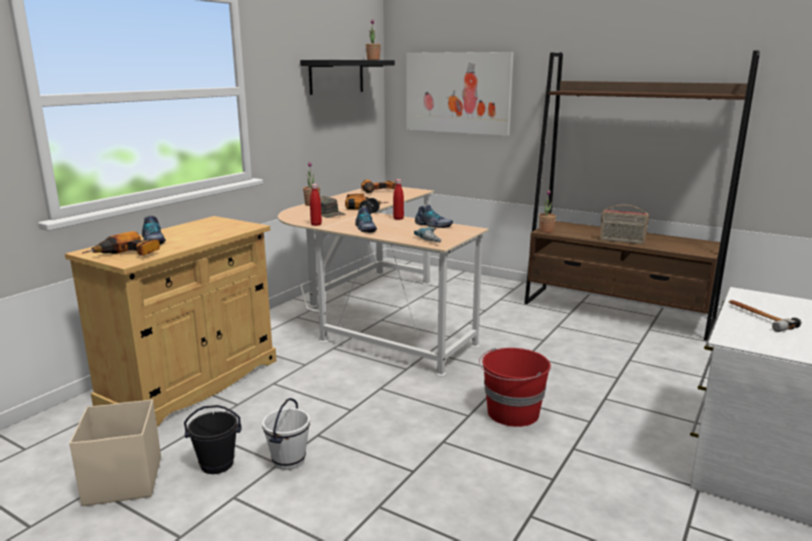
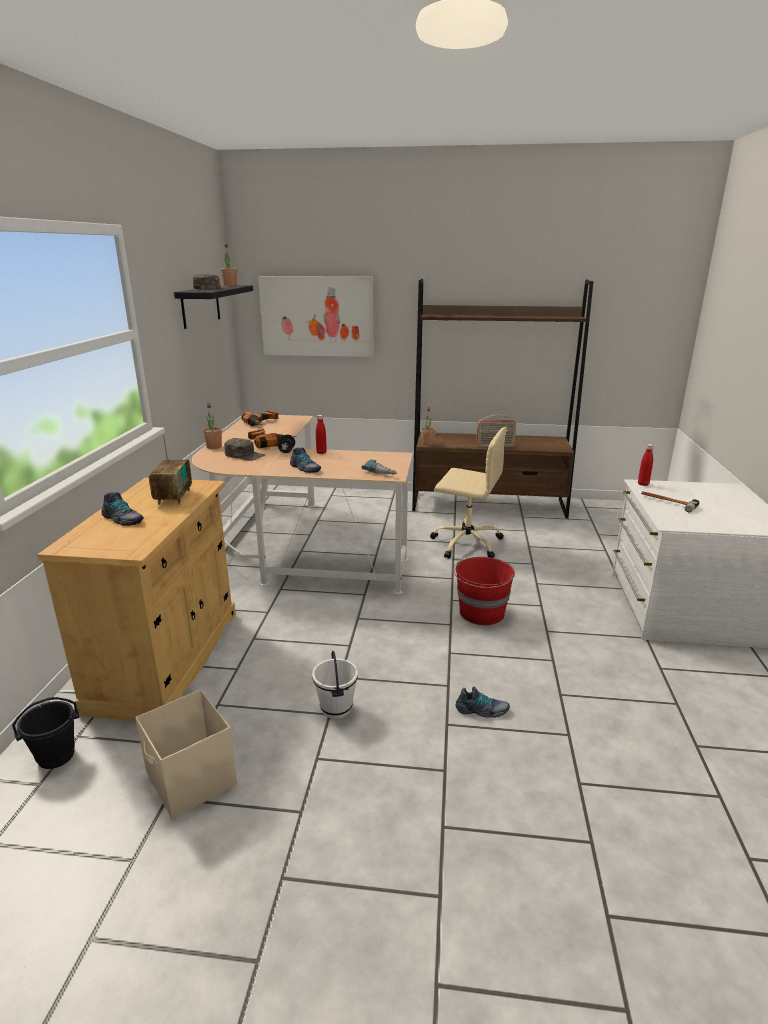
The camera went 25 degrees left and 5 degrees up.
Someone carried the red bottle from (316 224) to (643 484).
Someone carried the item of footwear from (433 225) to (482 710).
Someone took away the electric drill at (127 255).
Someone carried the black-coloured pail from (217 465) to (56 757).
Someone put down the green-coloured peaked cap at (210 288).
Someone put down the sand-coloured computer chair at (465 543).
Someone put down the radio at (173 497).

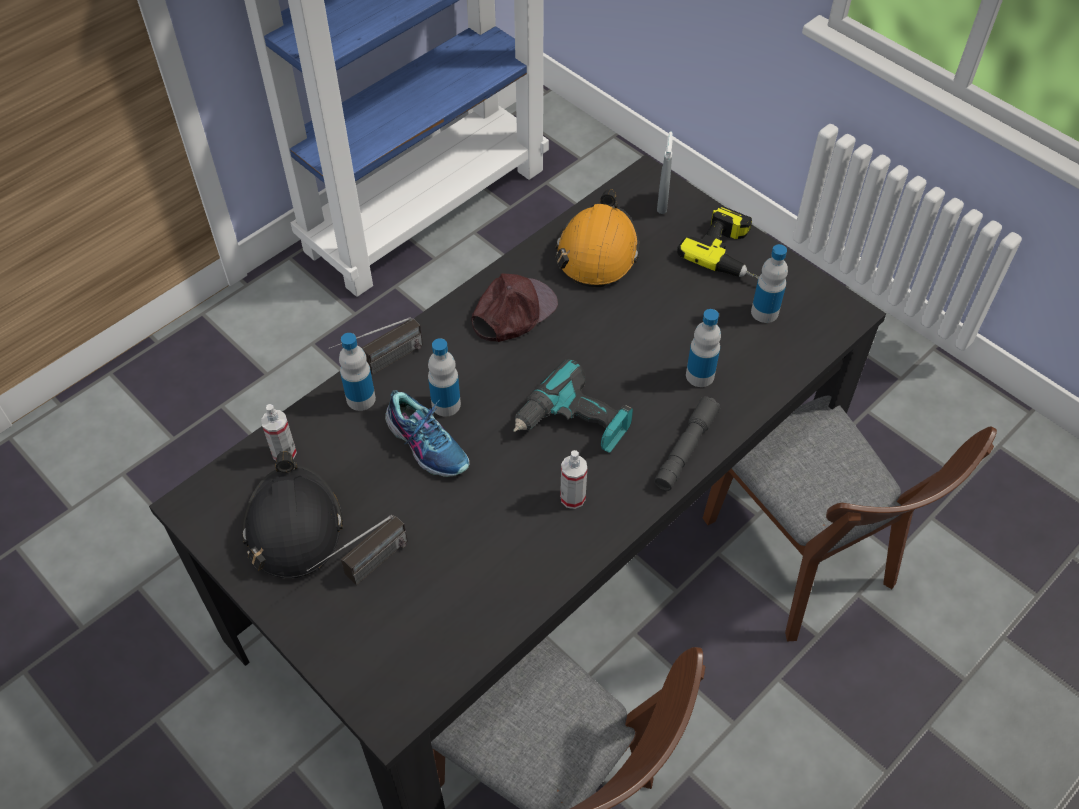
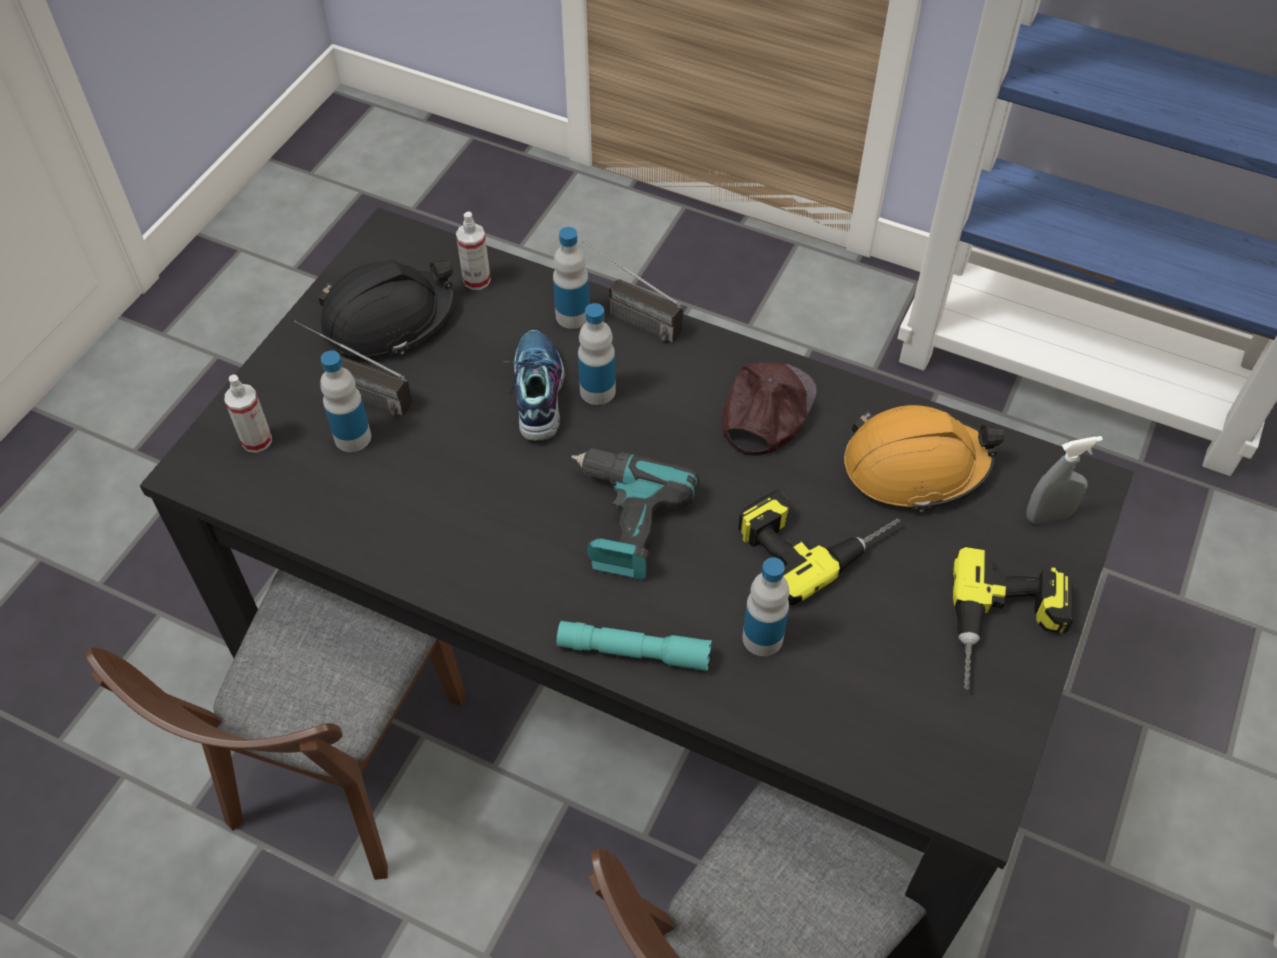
The camera went 70 degrees right and 0 degrees up.
Someone carried the bottle from (764 312) to (352 437).
Someone rotated the brown-coloured peaked cap at (513 311) by 90 degrees counterclockwise.
Someone rotated the item of footwear at (428 443) by 150 degrees clockwise.
Someone repainted the greyish flashlight at (685 449), which became the turquoise-coloured flashlight at (633 652).
Someone carried the hand sprayer from (572 498) to (257 440).
Someone put down the electric drill at (814 537).

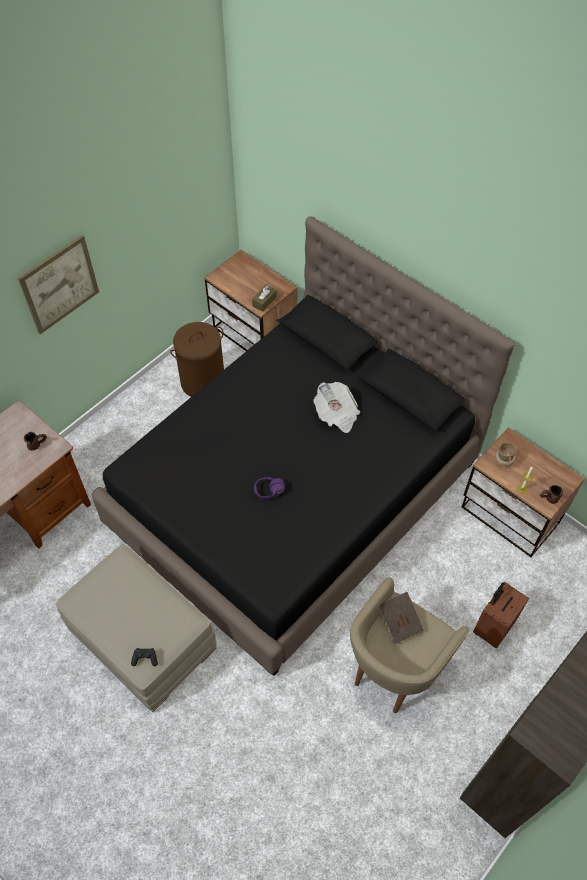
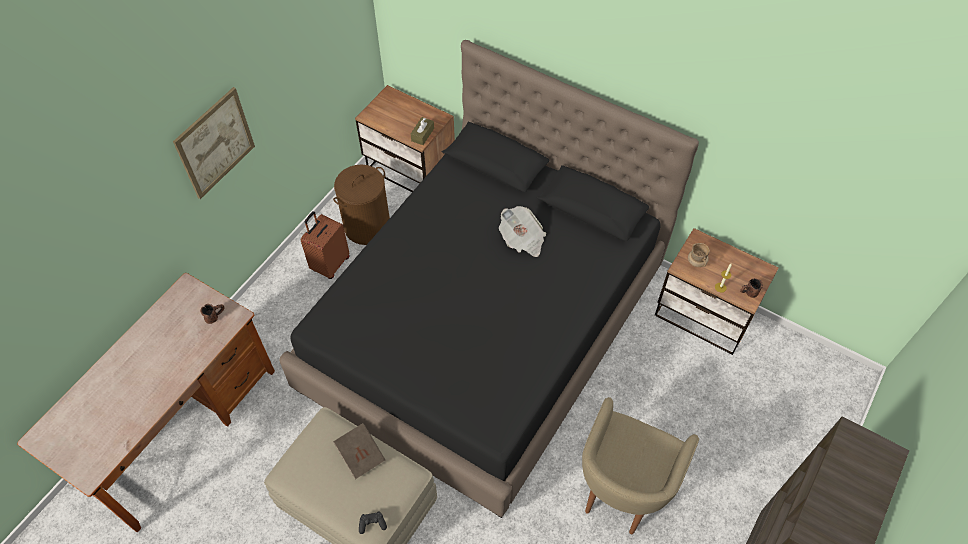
The camera went 10 degrees left and 0 degrees up.
Someone took away the purple-coloured headphones at (270 495).
Someone carried the brown-coloured travel case from (492 627) to (330 264).
Someone carried the brown-coloured bound book from (399 622) to (360 455).

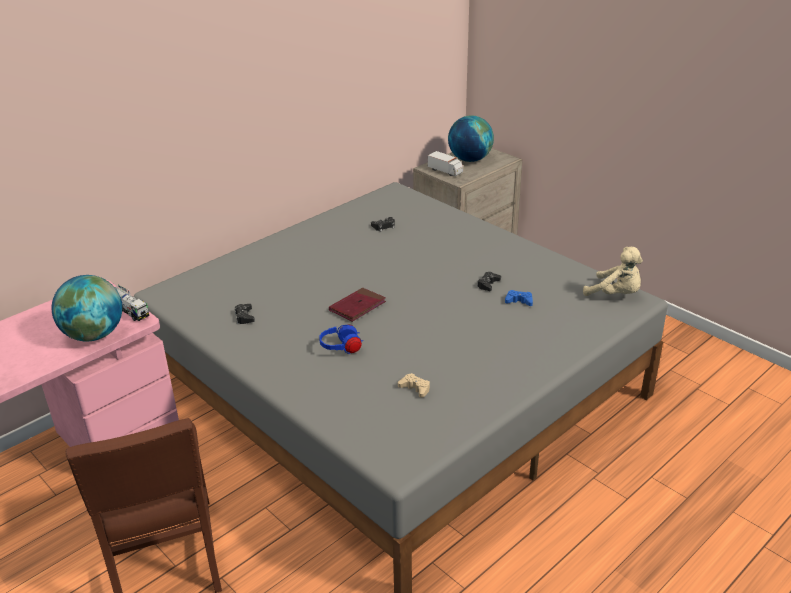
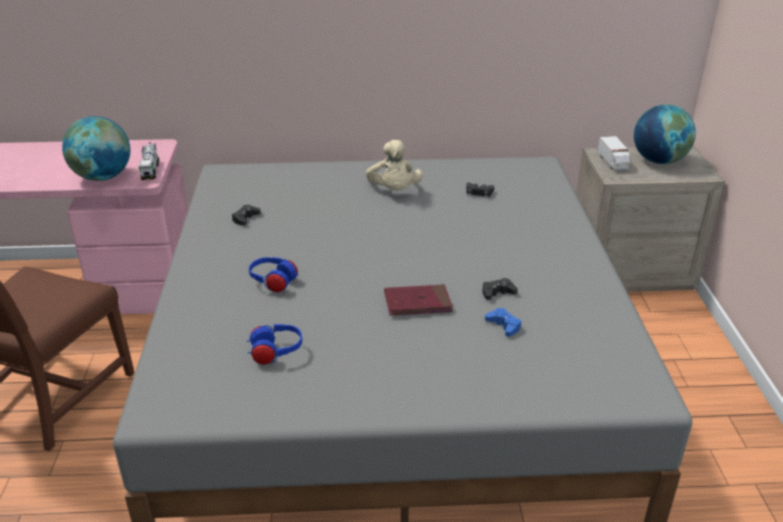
The camera went 40 degrees right and 0 degrees up.
Someone carried the sand-coloured plush toy from (616 294) to (394 191).
Someone carried the red bound book from (357 307) to (417 303).
Someone swapped the sand-coloured game controller at (415 388) for the blue-coloured headphones at (275 353).

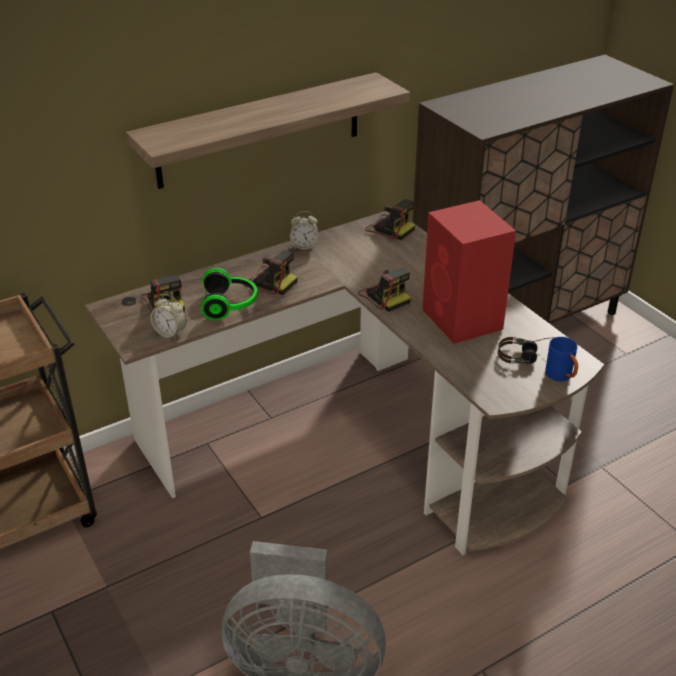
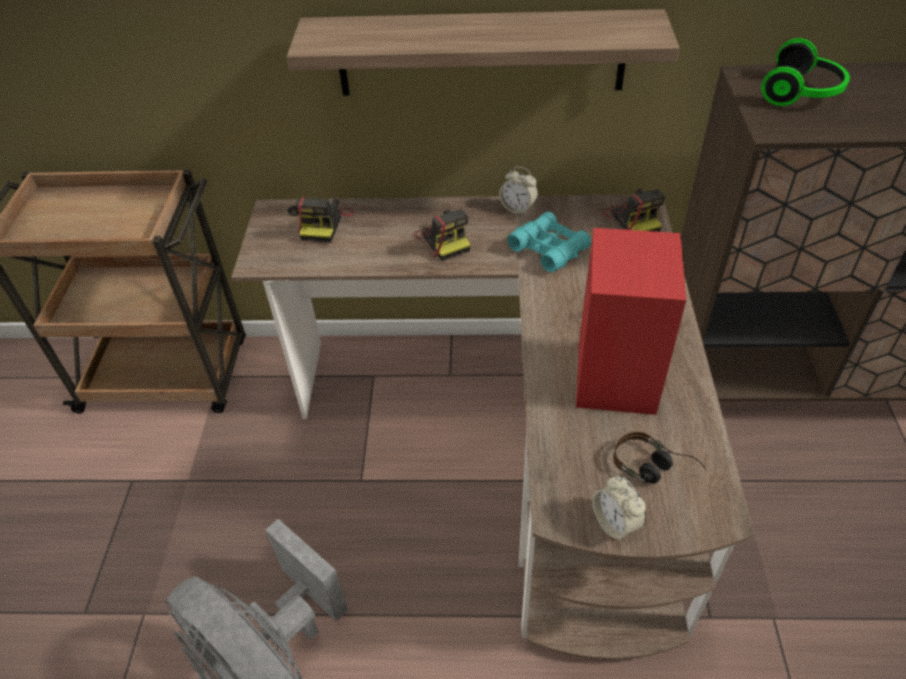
The camera went 35 degrees right and 10 degrees up.
Someone carried the headphones from (230 305) to (802 93).
Someone took away the still camera at (384 296).
Someone carried the alarm clock from (170 333) to (615 523).
Someone took away the blue-coloured coffee mug at (561 376).
Someone put down the turquoise-coloured binoculars at (548 249).

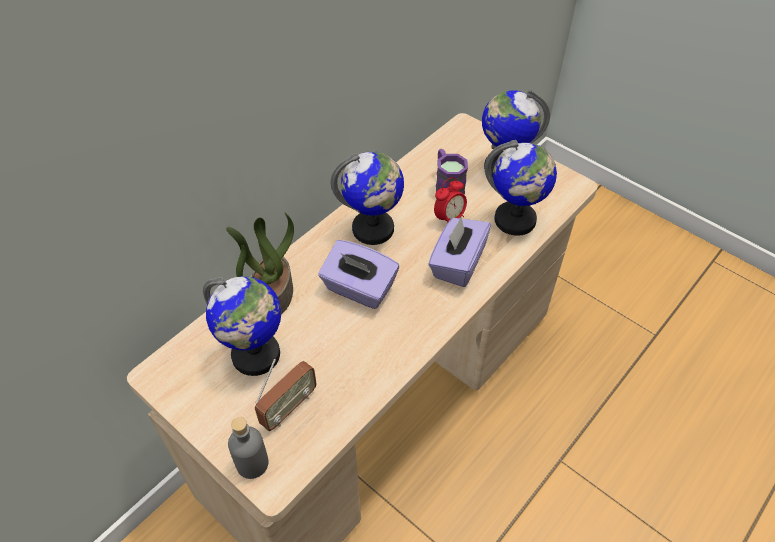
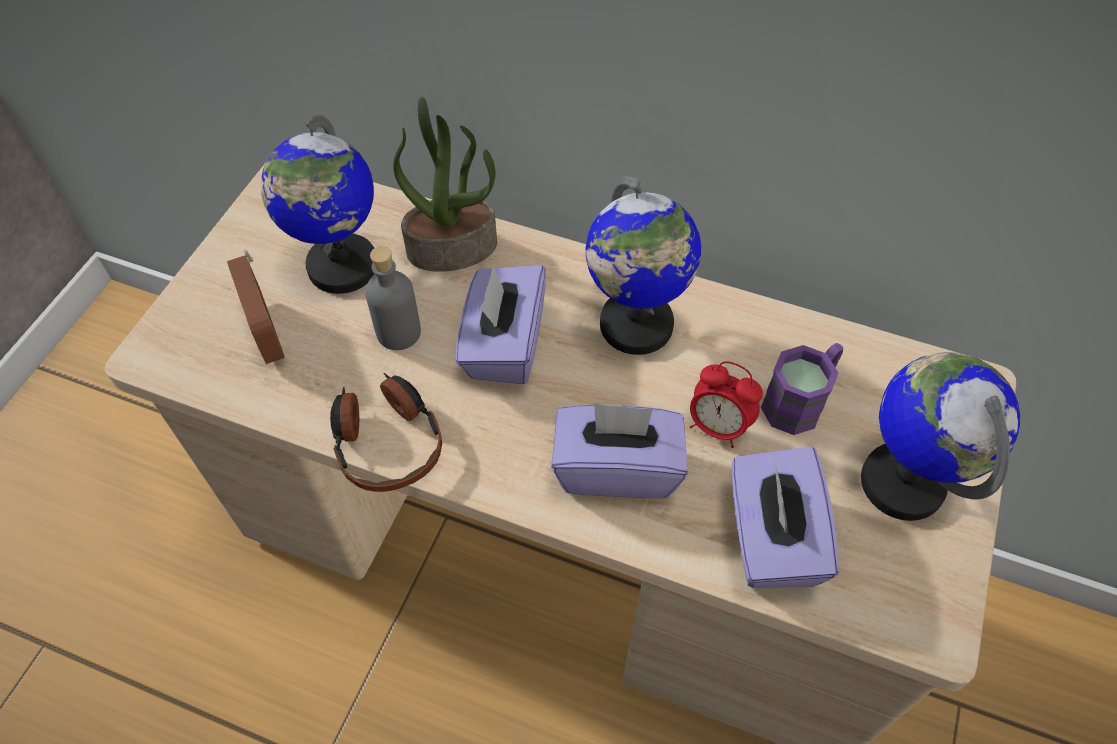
The camera went 70 degrees right and 5 degrees up.
Someone swapped the globe at (515 220) for the purple-coloured tissue box at (770 538).
Someone rotated the radio at (288 407) by 45 degrees clockwise.
Someone carried the greyish bottle from (252 463) to (399 332).
Someone put down the headphones at (387 441).

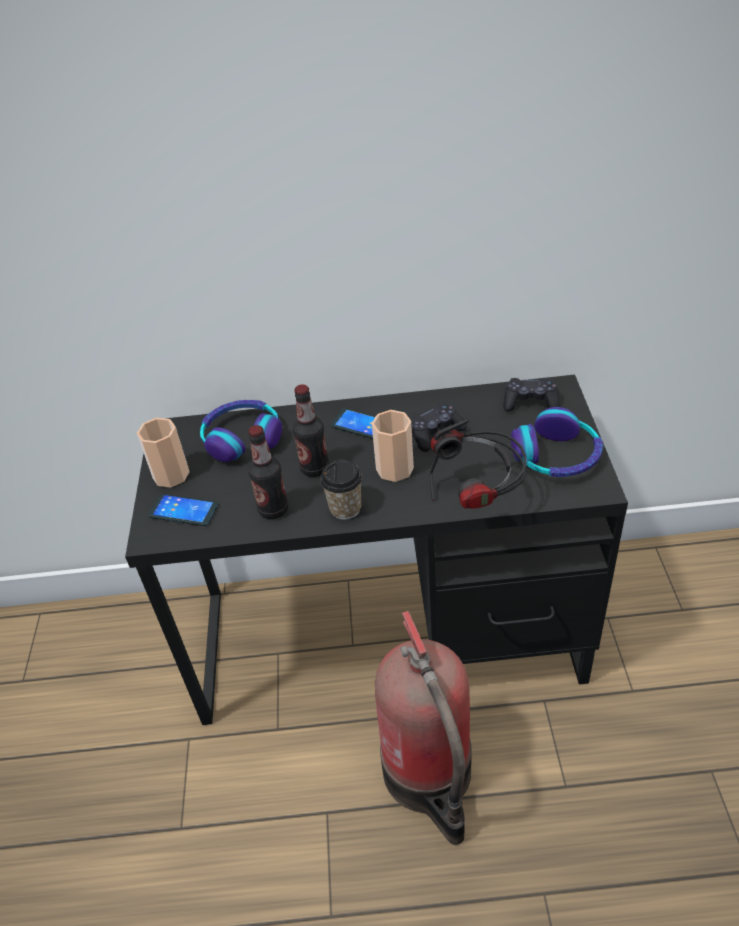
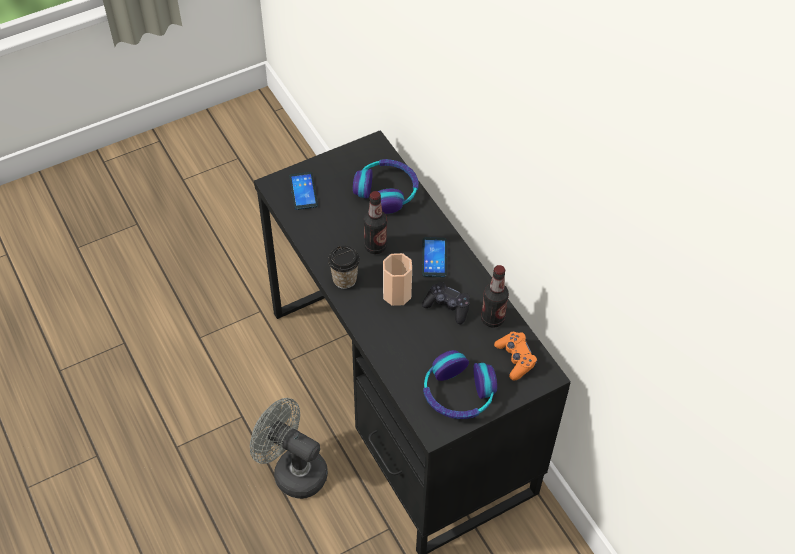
The camera went 60 degrees right and 10 degrees up.
Someone repainted the black-coloured game controller at (530 402), which became the orange-coloured game controller at (515 359).
Someone took away the cup at (171 475).
Someone took away the headphones at (478 501).
Someone carried the bottle from (273 509) to (492 319).
Someone swapped the extinguisher at (430 777) for the greyish fan at (292 470).

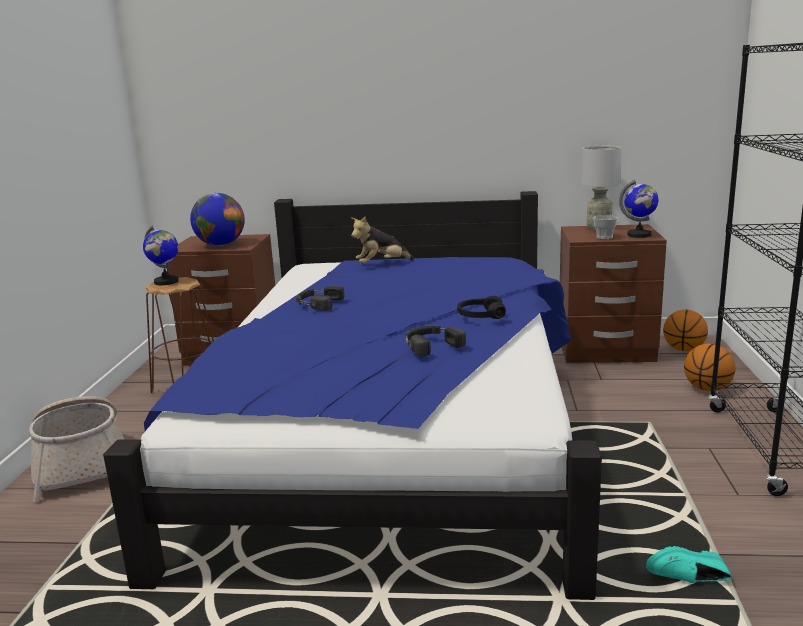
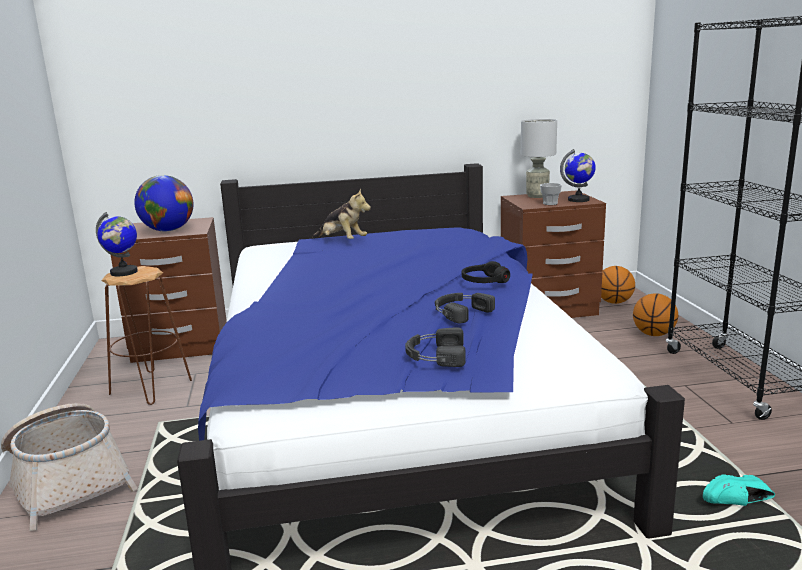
The camera went 15 degrees left and 0 degrees up.
Someone rotated the plush toy at (381 265) by 105 degrees counterclockwise.
Someone carried the black-coloured headphones from (318 303) to (435 355).

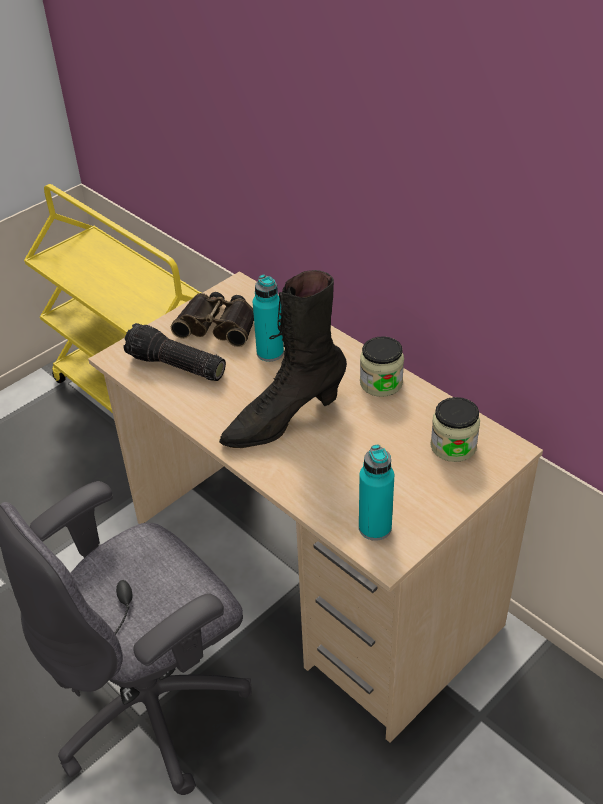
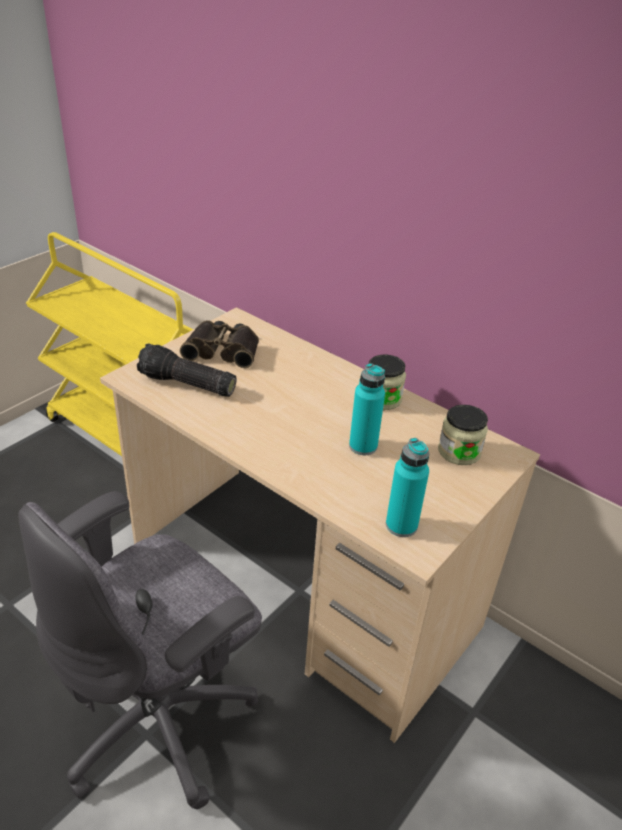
The camera went 10 degrees left and 5 degrees down.
Someone took away the black-coloured boot at (283 420).
Someone carried the turquoise-coloured bottle from (270 353) to (363 446).

